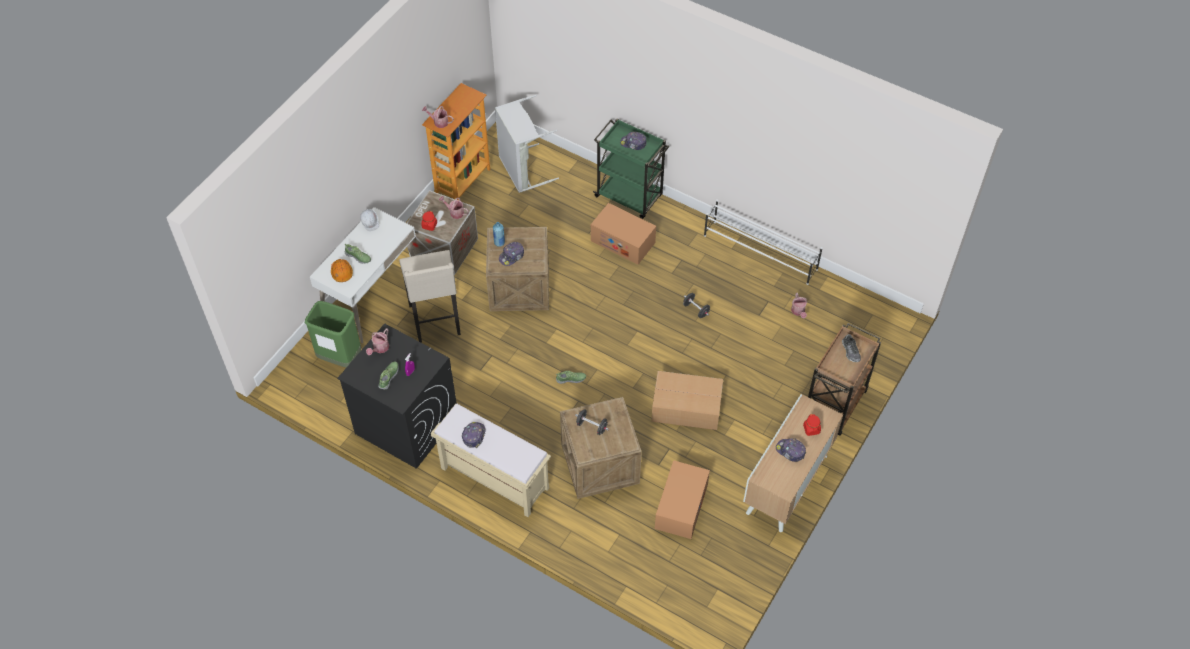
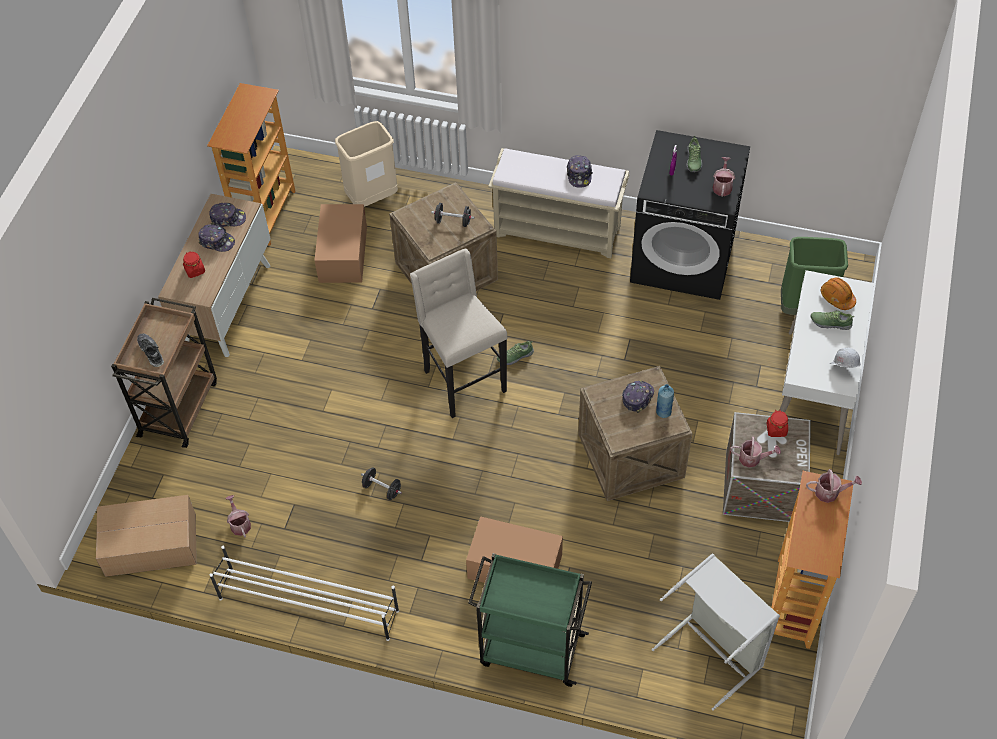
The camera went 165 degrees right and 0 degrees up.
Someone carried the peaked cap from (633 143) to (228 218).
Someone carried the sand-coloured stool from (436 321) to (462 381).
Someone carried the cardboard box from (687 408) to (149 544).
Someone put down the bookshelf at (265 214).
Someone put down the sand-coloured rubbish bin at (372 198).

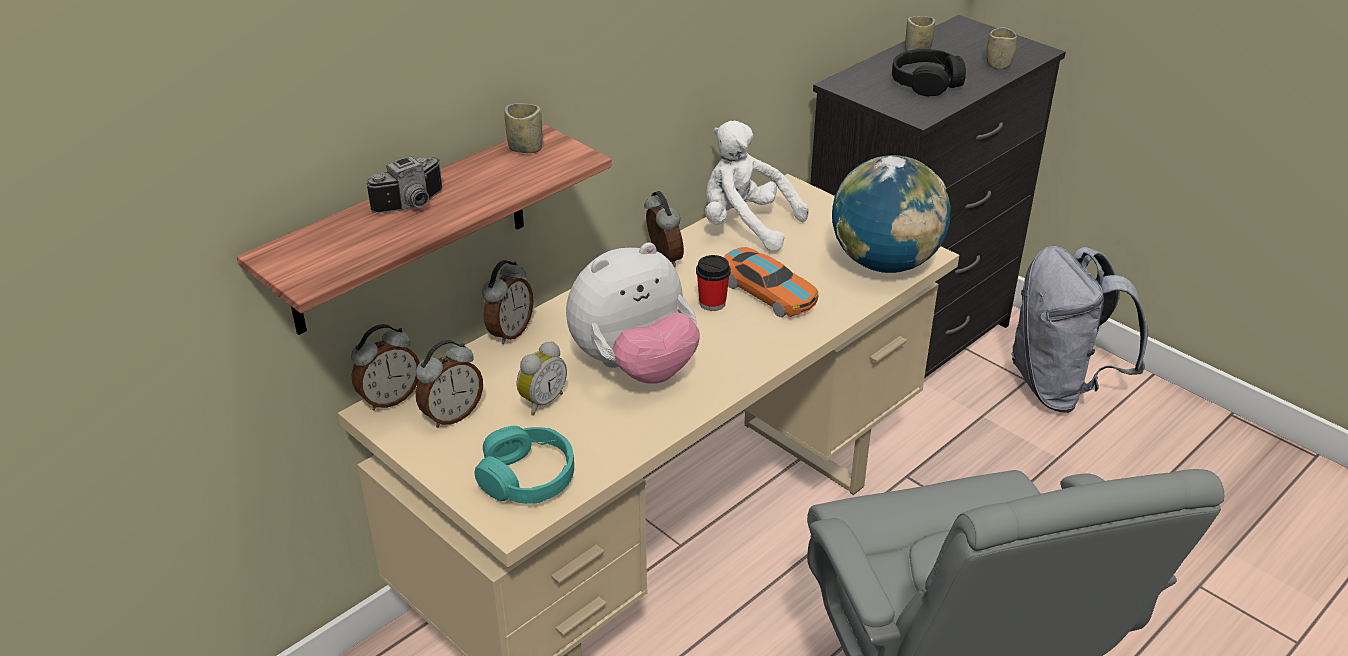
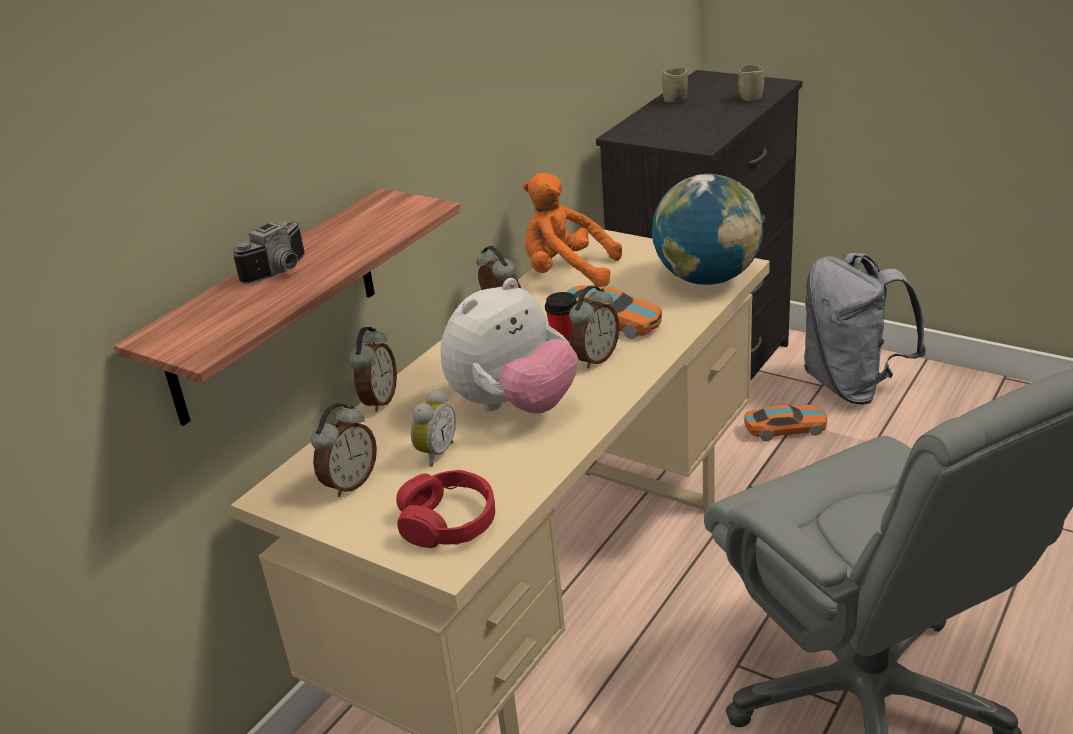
The camera went 10 degrees left and 5 degrees down.
Someone took away the black-coloured headphones at (926 82).
Someone took away the cup at (525 148).
Someone repainted the white plush toy at (745 226), which became the orange-coloured plush toy at (566 273).
Someone carried the alarm clock from (389 398) to (595 358).
Someone repainted the turquoise-coloured headphones at (527 477), which became the red headphones at (448 522).
Someone put down the toy car at (785 428).

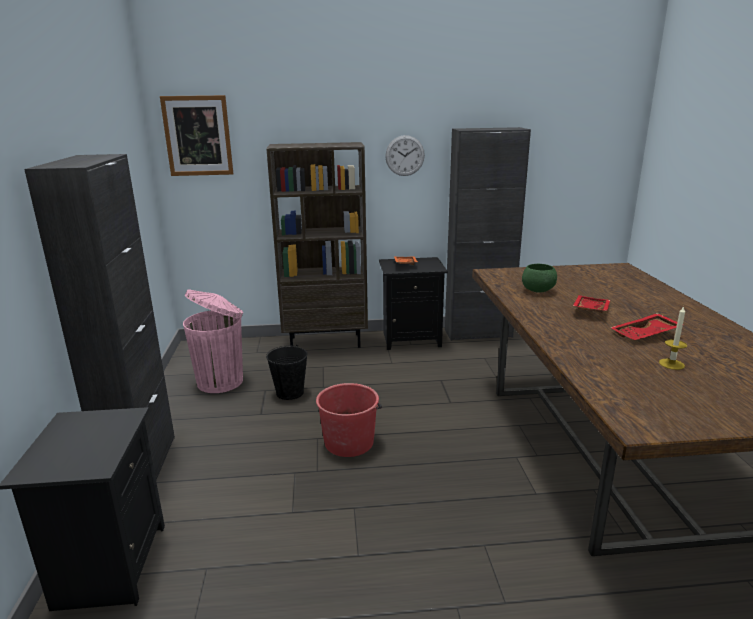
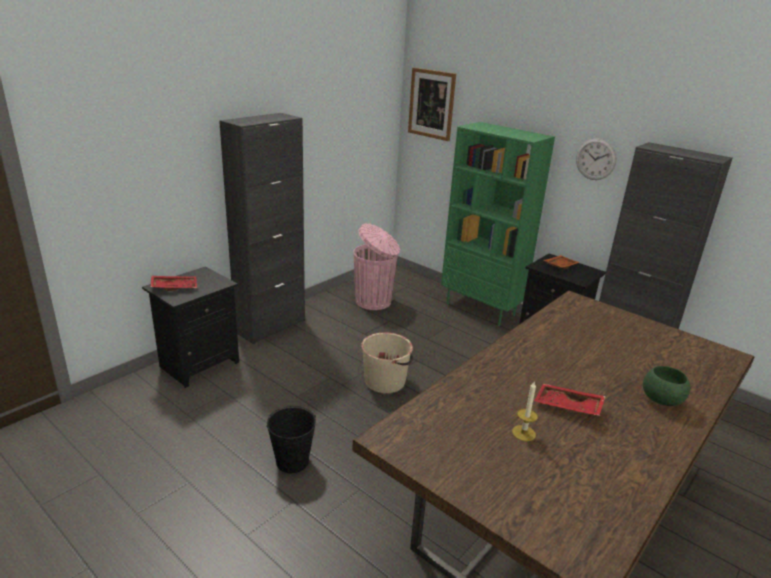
The camera went 45 degrees right and 5 degrees up.
Someone repainted the brown-coloured bookshelf at (326 342), which became the green-coloured bookshelf at (481 309).
Someone carried the green-coloured deep dish from (538 291) to (661 401).
Someone carried the red tray from (589 310) to (174 287).
Someone carried the black-coloured pail from (290 392) to (292 461).
Someone repainted the red pail at (349 442), which became the sand-coloured pail at (385 381).

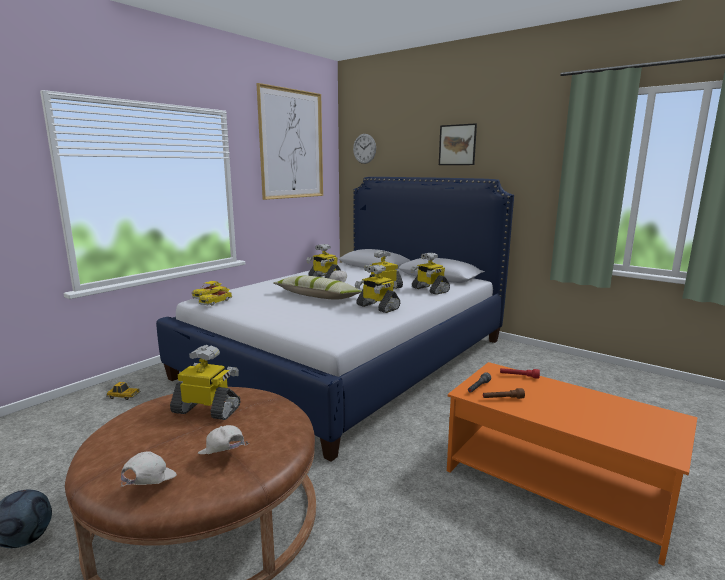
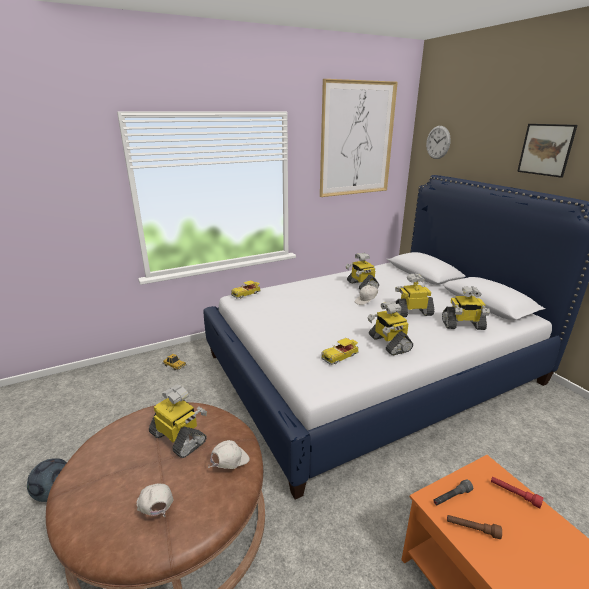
The camera went 25 degrees right and 10 degrees up.
Someone rotated the model robot at (429 290) by 75 degrees counterclockwise.
Someone took away the pillow at (318 296).
Someone carried the toy car from (216 301) to (340 356).
Someone carried the white peaked cap from (148 485) to (229 463).

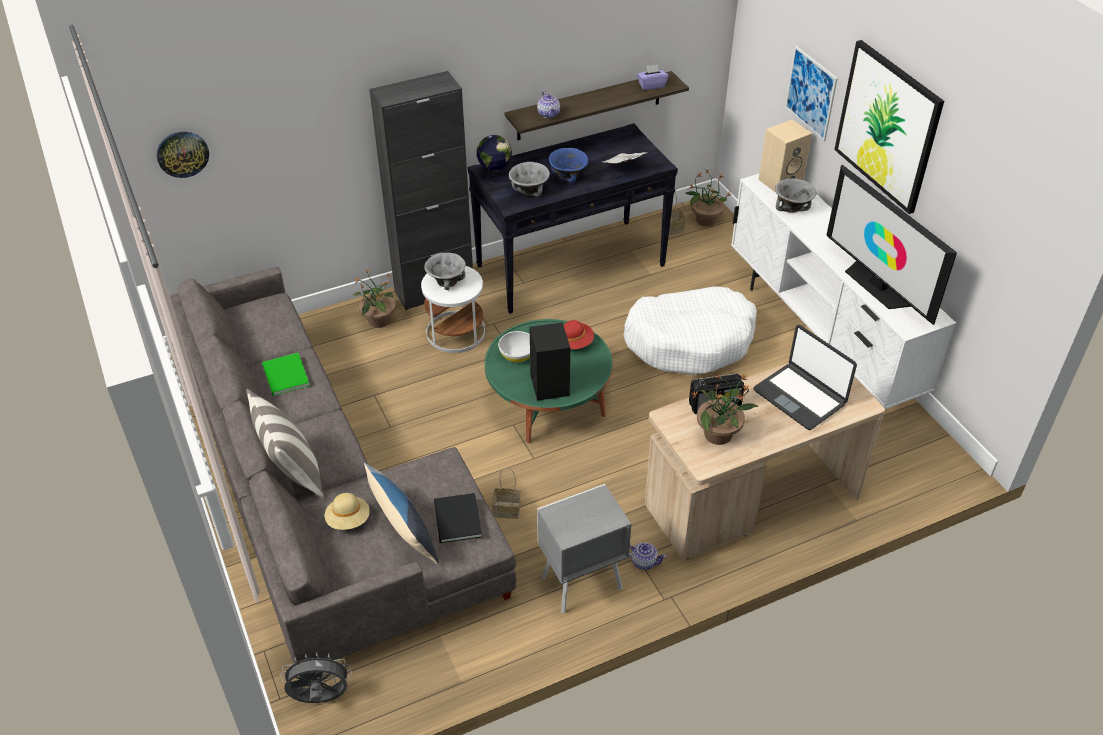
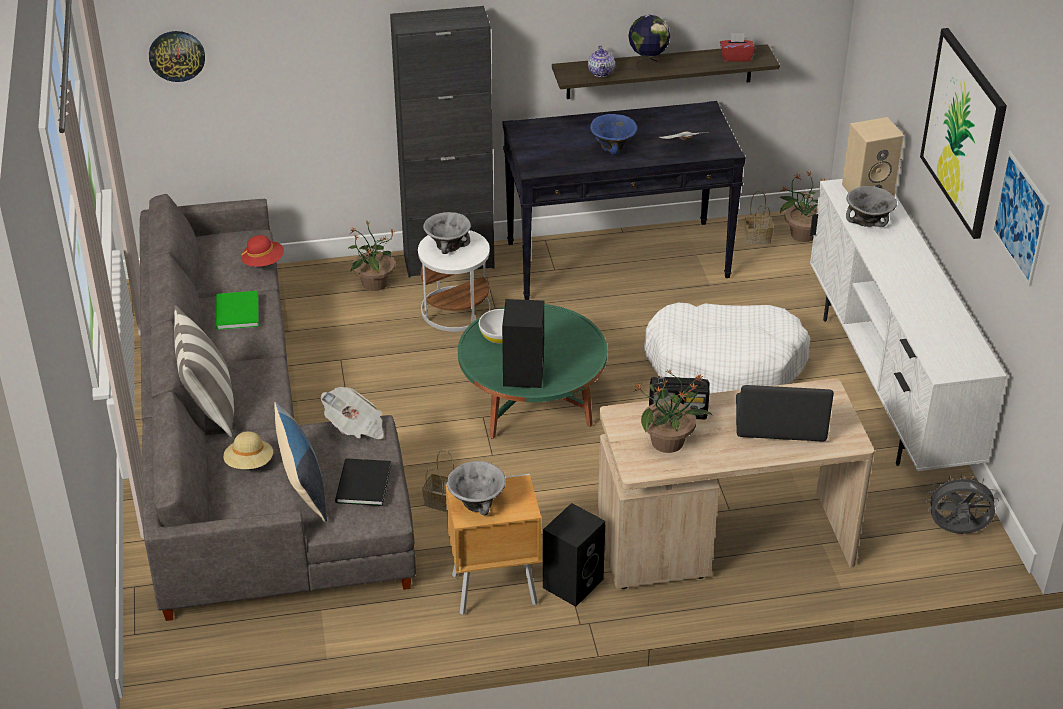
The camera went 15 degrees right and 5 degrees down.
Someone carried the picture from (810 93) to (1020 218).
Someone repainted the purple-coloured tissue box at (651 85), which became the red tissue box at (736 57).
Someone carried the globe from (495 175) to (648 64).
Someone carried the greyish deep dish from (529 191) to (477 503).
Someone took away the television at (877 285).
Someone carried the red hat from (574 342) to (263 262).
Someone rotated the portable computer at (800 397) by 120 degrees clockwise.
Someone repainted the greyish night table at (579 583), which became the brown-coloured night table at (492 589).
Someone swapped the teapot at (643 561) for the black-coloured audio speaker at (572 582).
Someone carried the greyish fan from (320 699) to (956 531).
Someone put down the daily paper at (355 427).

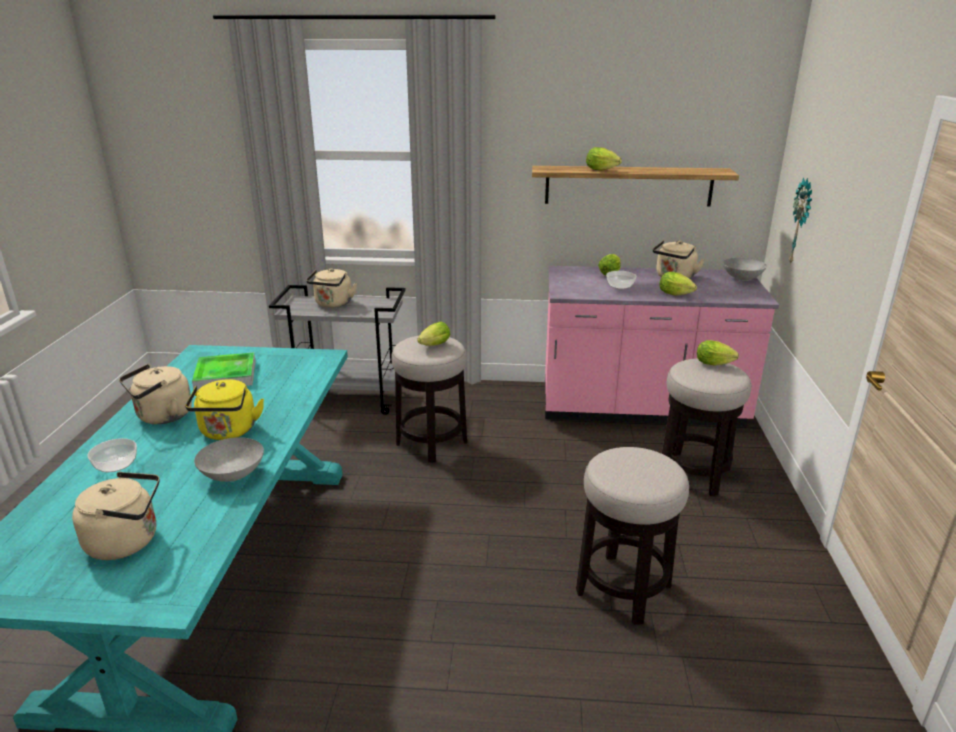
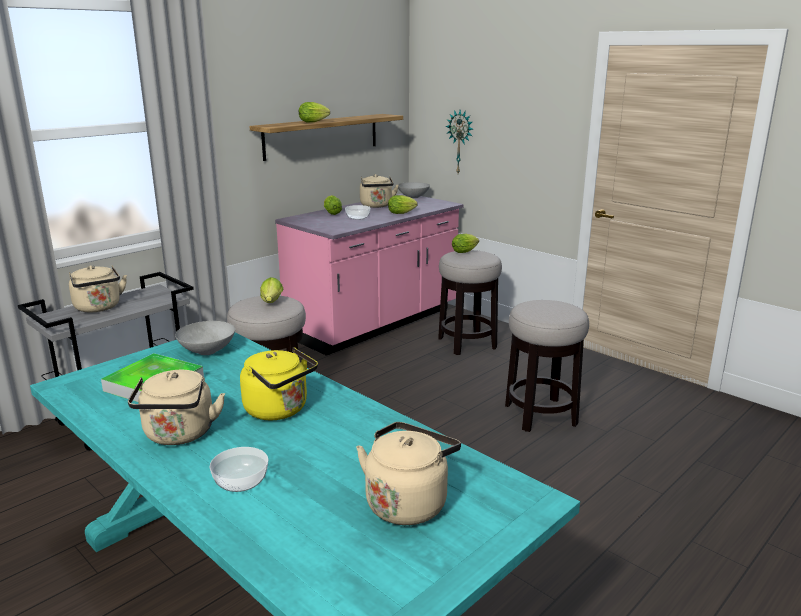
The camera went 50 degrees left and 5 degrees down.
Someone carried the greyish deep dish from (233 475) to (207 351).

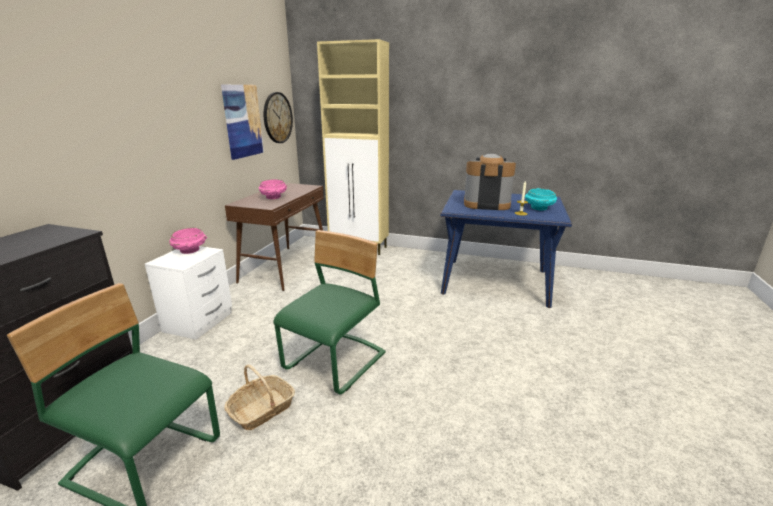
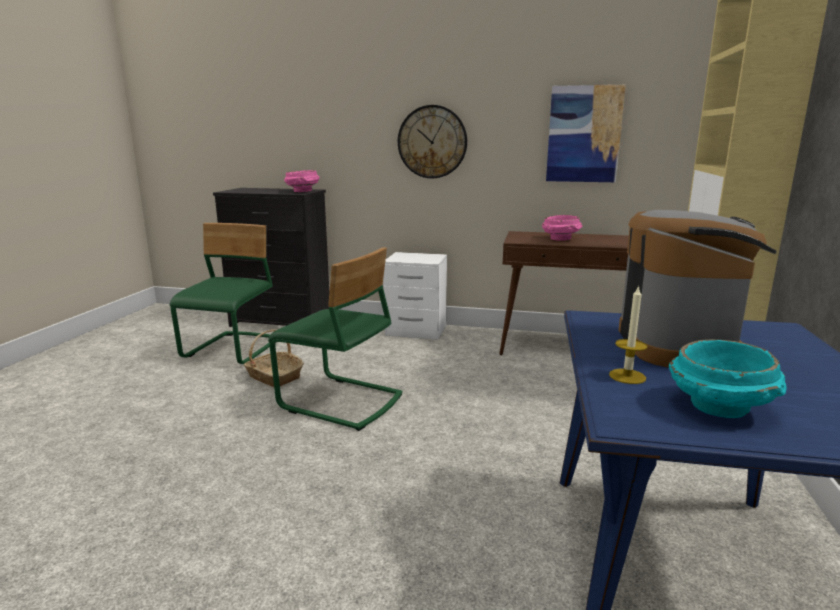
The camera went 85 degrees right and 5 degrees down.
Someone carried the clock on the wall from (277 118) to (432 142).
Someone carried the pink-coloured deep dish from (190 250) to (302 191).

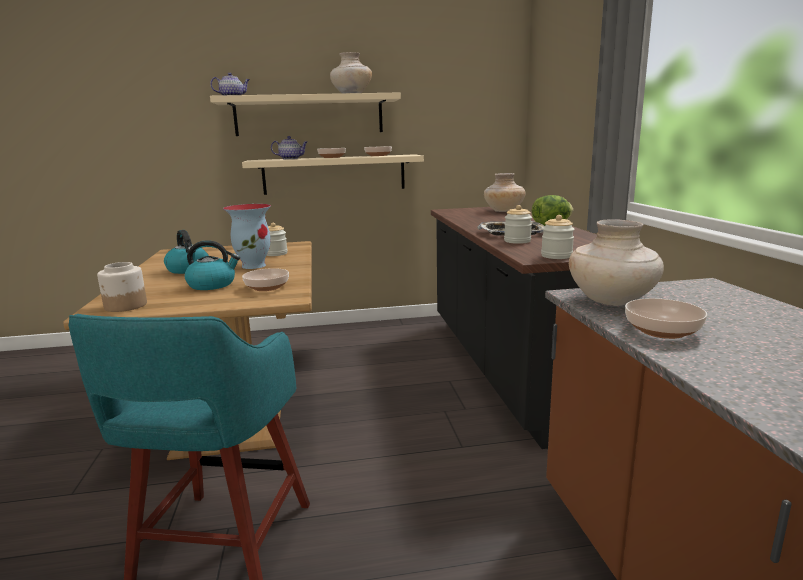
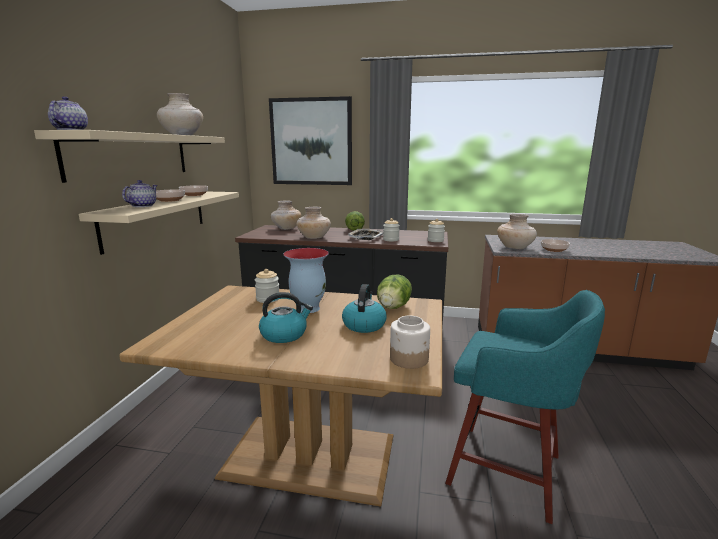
The camera went 70 degrees left and 0 degrees up.
Someone swapped the deep dish at (267 287) for the lettuce at (393 307).
Someone put up the picture at (311 142).
Someone put down the sand-coloured vase at (314 238).

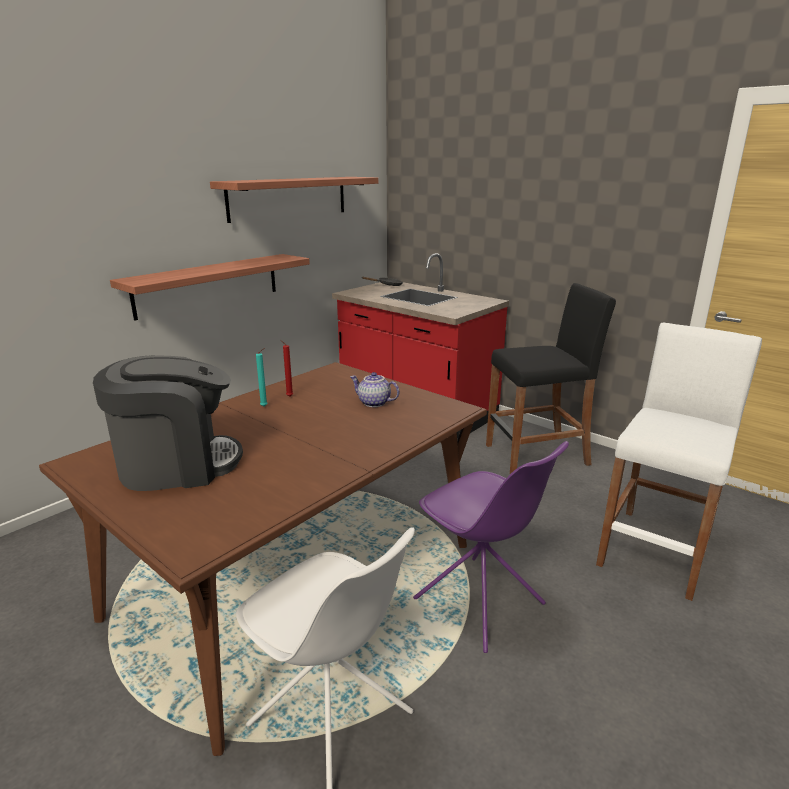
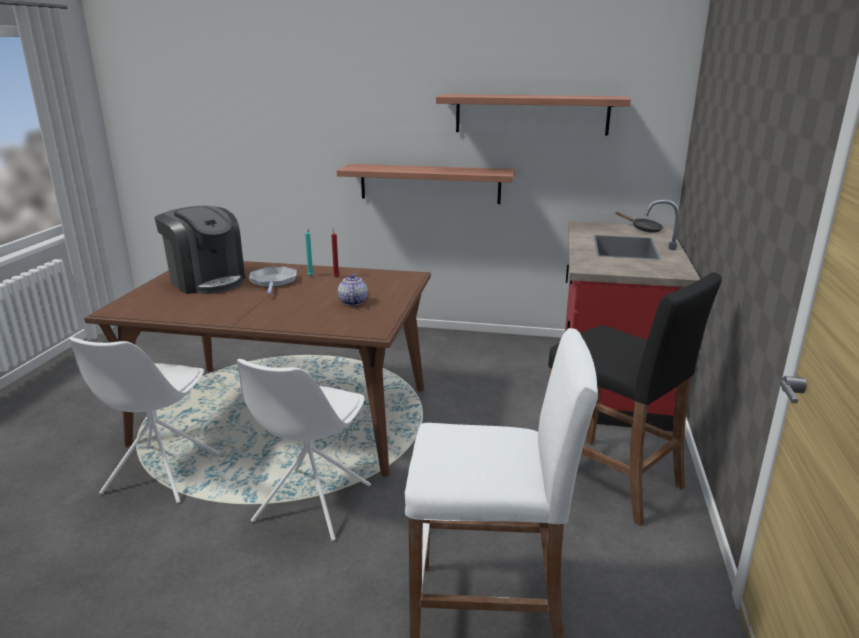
The camera went 60 degrees right and 0 degrees up.
Someone repainted the purple-coloured chair at (480 603), which became the white chair at (311 504).
Someone put down the pan at (273 282).

